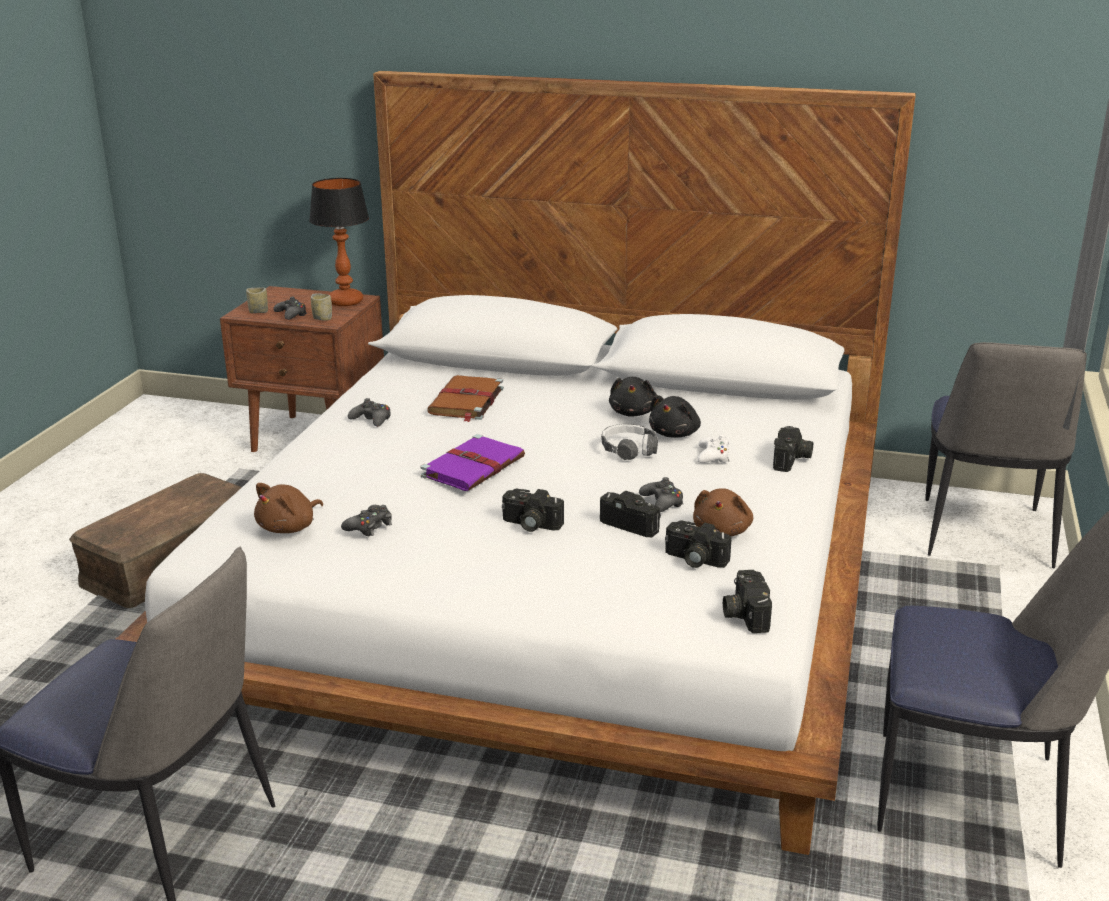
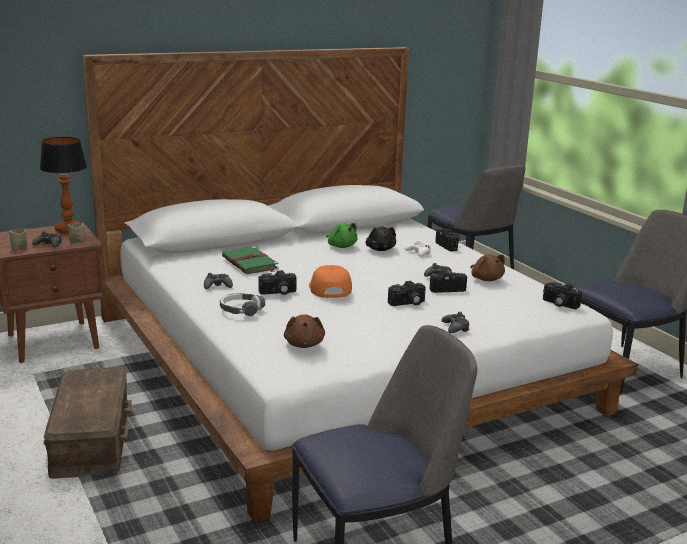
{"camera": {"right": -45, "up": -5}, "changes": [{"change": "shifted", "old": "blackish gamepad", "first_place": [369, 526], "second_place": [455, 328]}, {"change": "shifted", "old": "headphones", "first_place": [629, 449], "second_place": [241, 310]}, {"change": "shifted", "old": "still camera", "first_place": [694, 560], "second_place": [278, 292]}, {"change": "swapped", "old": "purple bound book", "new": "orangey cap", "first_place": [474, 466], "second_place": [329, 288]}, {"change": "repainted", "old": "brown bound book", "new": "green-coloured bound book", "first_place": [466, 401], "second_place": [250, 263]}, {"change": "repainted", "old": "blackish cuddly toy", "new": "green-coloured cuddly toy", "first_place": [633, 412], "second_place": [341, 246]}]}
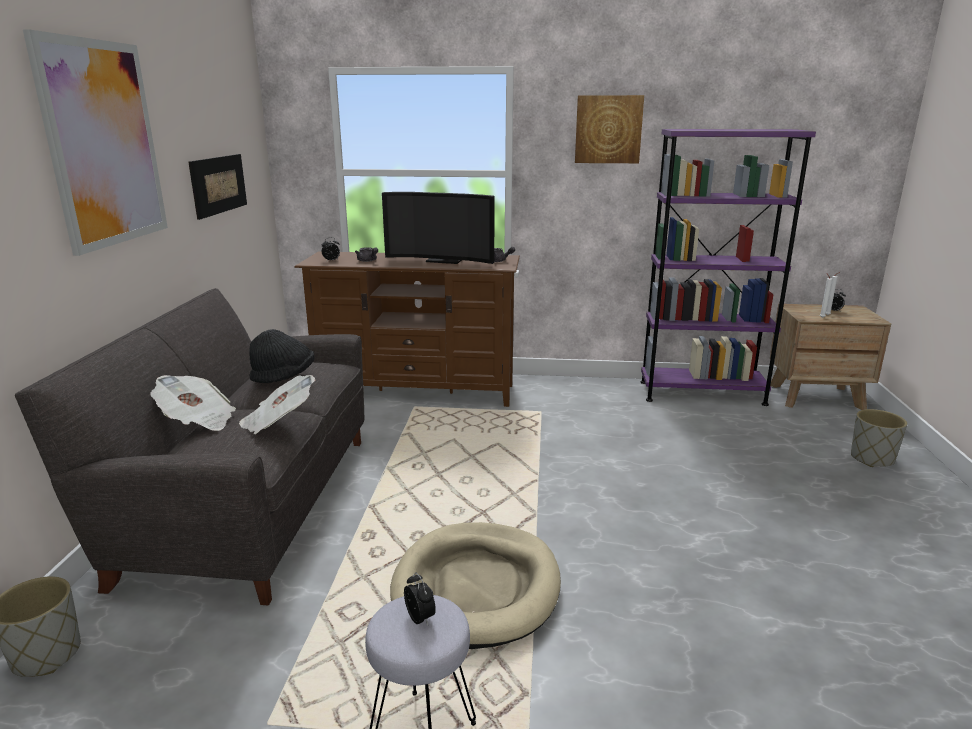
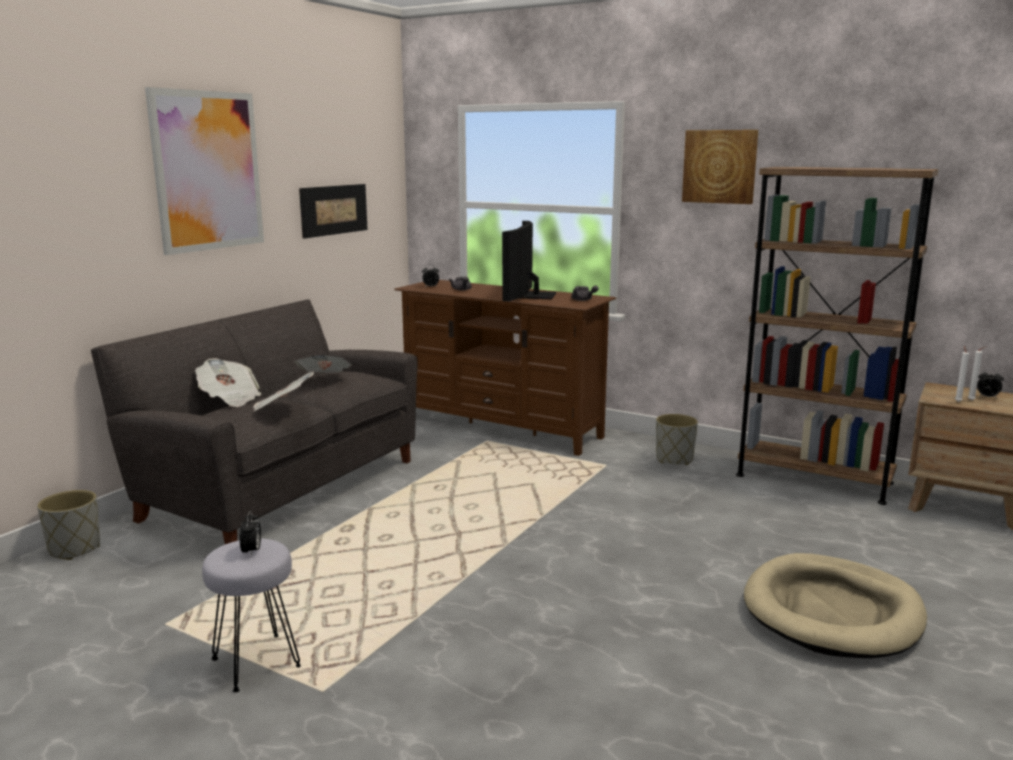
{"camera": {"right": 25, "up": -5}, "changes": [{"change": "shifted", "old": "beige pet bed", "first_place": [477, 587], "second_place": [832, 612]}, {"change": "shifted", "old": "greyish planter", "first_place": [872, 459], "second_place": [674, 459]}, {"change": "swapped", "old": "blackish hat", "new": "daily paper", "first_place": [284, 377], "second_place": [325, 380]}, {"change": "repainted", "old": "purple bookcase", "new": "brown bookcase", "first_place": [701, 393], "second_place": [813, 479]}, {"change": "rotated", "old": "television", "first_place": [443, 261], "second_place": [530, 295], "degrees": 60}]}
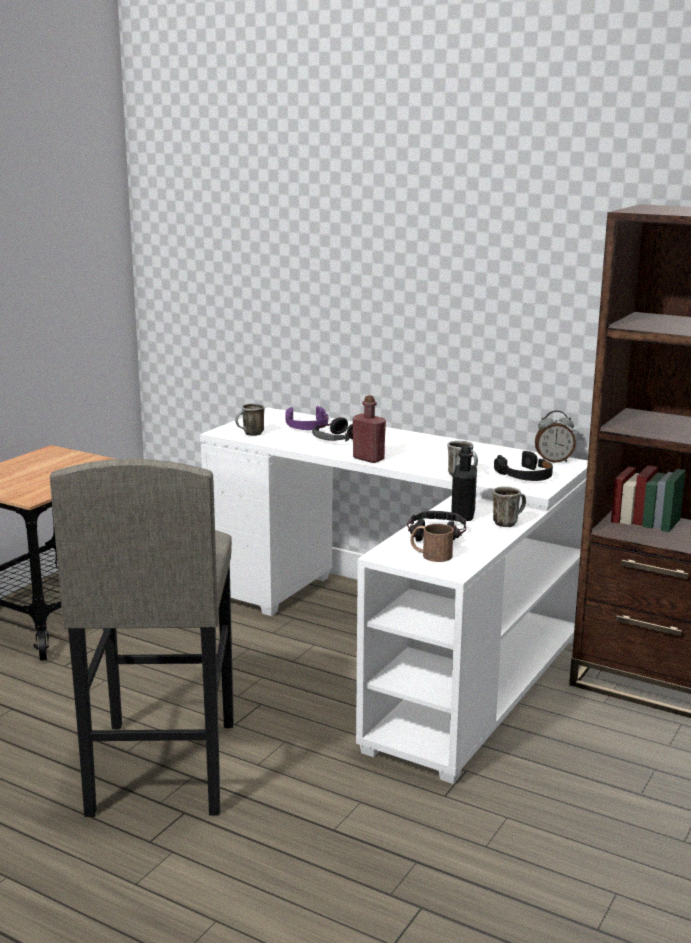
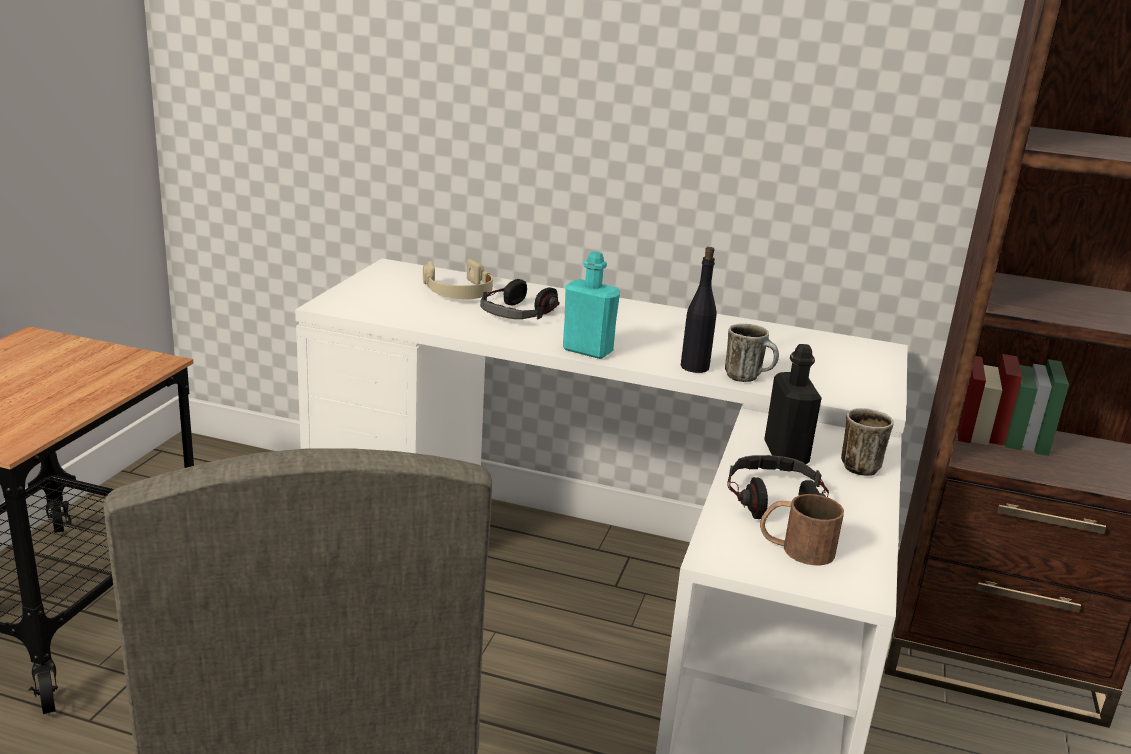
{"camera": {"right": -15, "up": 5}, "changes": [{"change": "gone", "old": "coffee mug", "first_place": [250, 434]}, {"change": "gone", "old": "blackish headphones", "first_place": [525, 475]}, {"change": "gone", "old": "bedside clock", "first_place": [553, 461]}, {"change": "new", "new": "blackish bottle", "second_place": [694, 367]}, {"change": "repainted", "old": "purple headphones", "new": "beige headphones", "first_place": [307, 426], "second_place": [459, 291]}, {"change": "repainted", "old": "red-coloured bottle", "new": "blue-green bottle", "first_place": [368, 458], "second_place": [587, 351]}]}
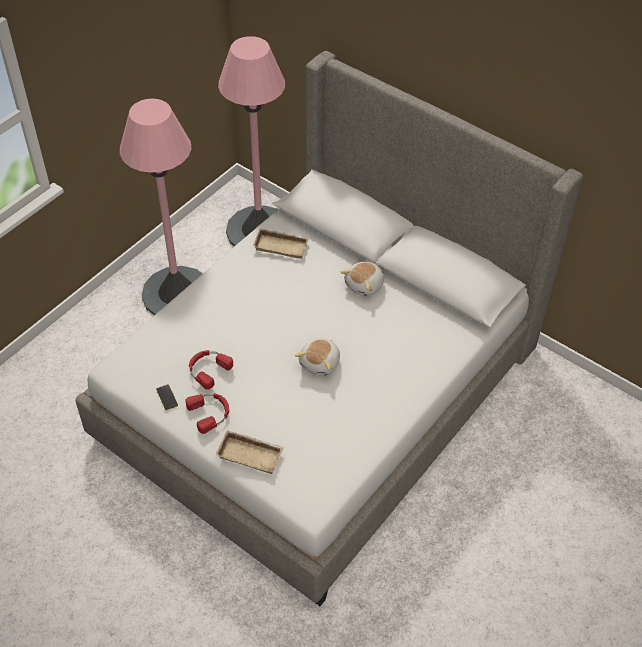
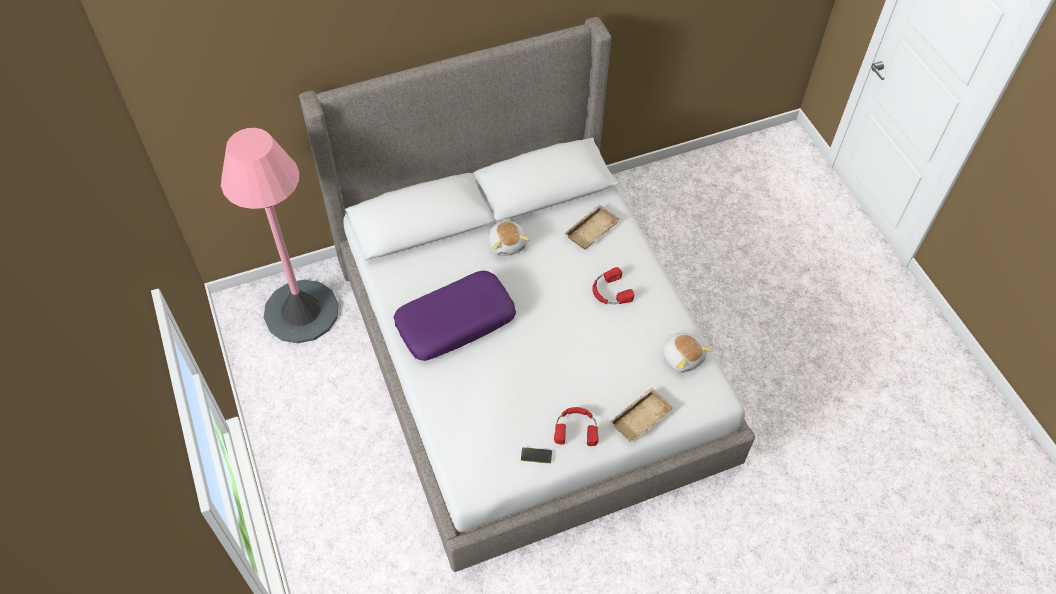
{"camera": {"right": -60, "up": 5}, "changes": [{"change": "gone", "old": "pinkish floor lamp", "first_place": [177, 293]}, {"change": "new", "new": "purple throw pillow", "second_place": [455, 321]}, {"change": "shifted", "old": "red-coloured headphones", "first_place": [208, 369], "second_place": [610, 292]}, {"change": "shifted", "old": "beige carrying tray", "first_place": [282, 245], "second_place": [591, 229]}, {"change": "shifted", "old": "cuddly toy", "first_place": [321, 363], "second_place": [682, 357]}]}
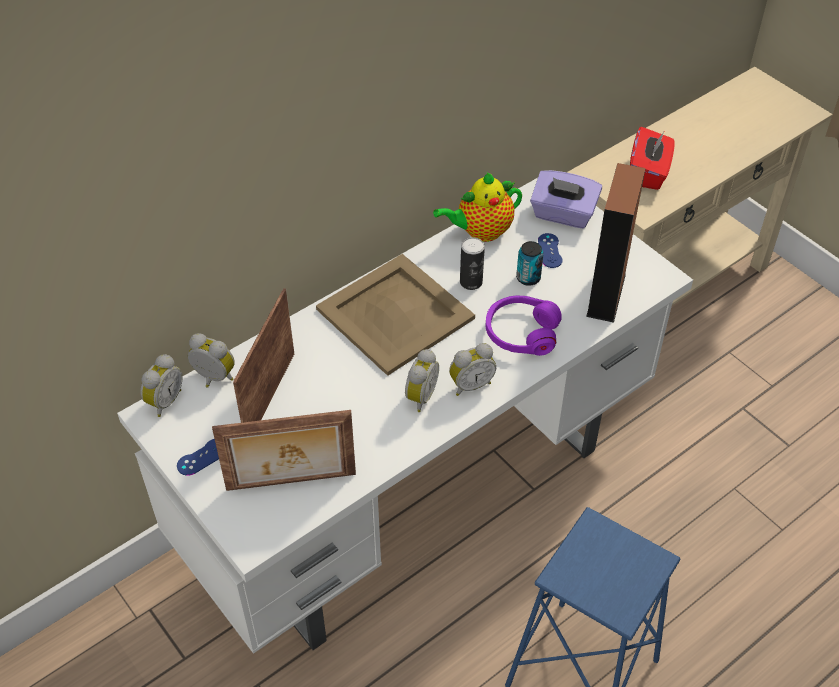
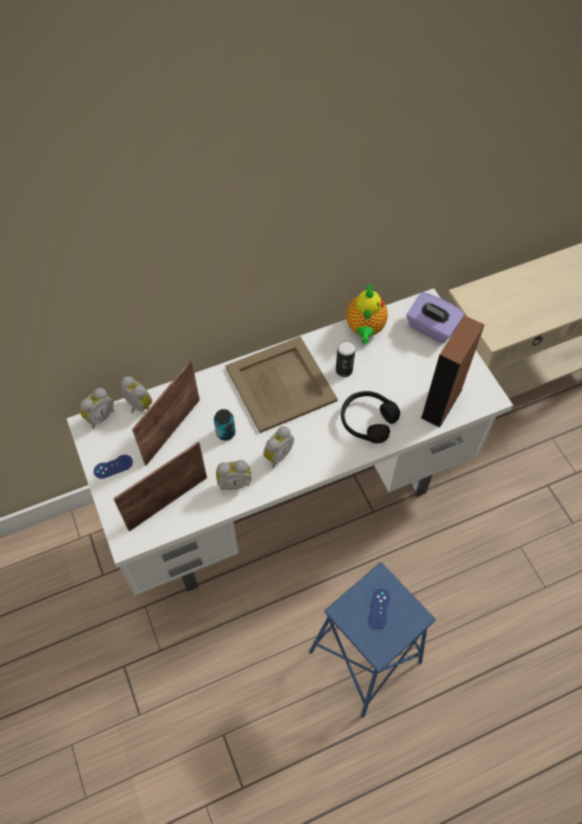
{"camera": {"right": 15, "up": 10}, "changes": [{"change": "gone", "old": "red-coloured tissue holder", "first_place": [648, 173]}, {"change": "shifted", "old": "bedside clock", "first_place": [470, 384], "second_place": [234, 482]}, {"change": "shifted", "old": "sealed can", "first_place": [528, 278], "second_place": [225, 432]}, {"change": "shifted", "old": "bluish gamepad", "first_place": [550, 251], "second_place": [379, 608]}, {"change": "repainted", "old": "purple headphones", "new": "blackish headphones", "first_place": [521, 333], "second_place": [367, 420]}, {"change": "rotated", "old": "photo frame", "first_place": [291, 483], "second_place": [167, 502], "degrees": 135}, {"change": "rotated", "old": "pot for tea", "first_place": [481, 232], "second_place": [364, 329], "degrees": -75}]}
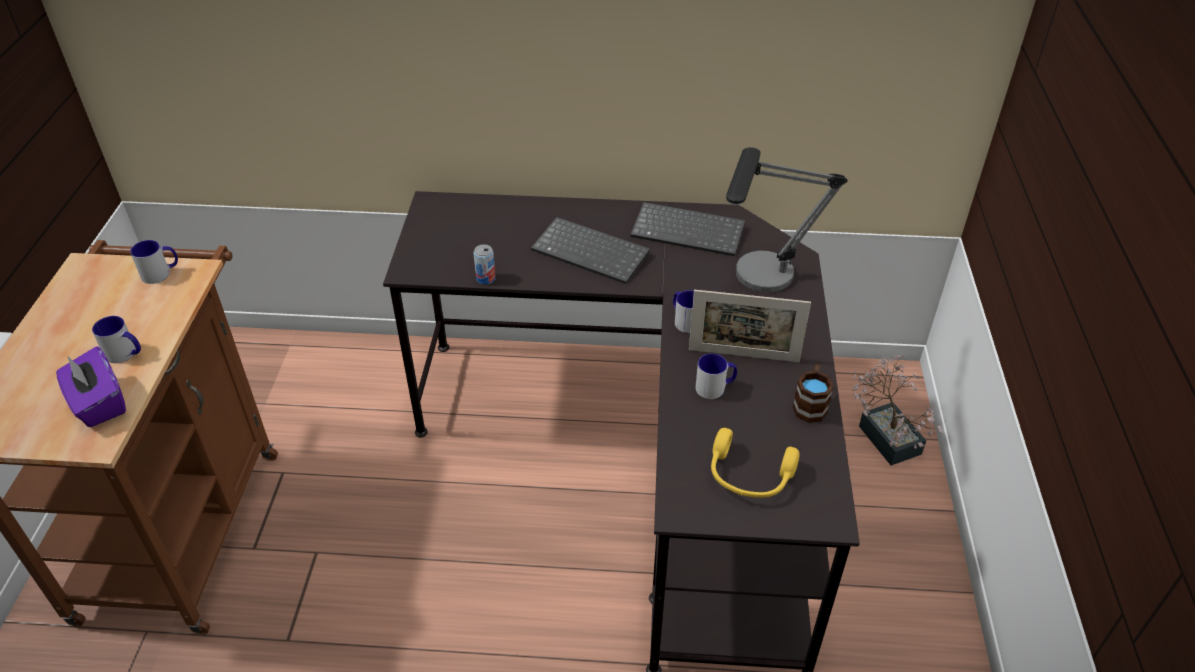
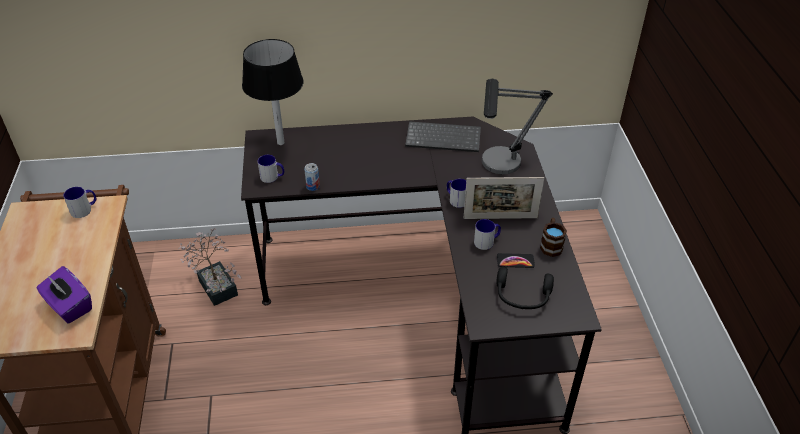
{"camera": {"right": -10, "up": 0}, "changes": [{"change": "gone", "old": "PC keyboard", "first_place": [592, 252]}, {"change": "new", "new": "blackish lamp for a table", "second_place": [281, 143]}, {"change": "new", "new": "phone", "second_place": [515, 261]}, {"change": "shifted", "old": "coffee mug", "first_place": [126, 354], "second_place": [272, 177]}, {"change": "shifted", "old": "potted plant", "first_place": [885, 434], "second_place": [216, 284]}, {"change": "repainted", "old": "yellowish headphones", "new": "blackish headphones", "first_place": [748, 477], "second_place": [522, 297]}]}
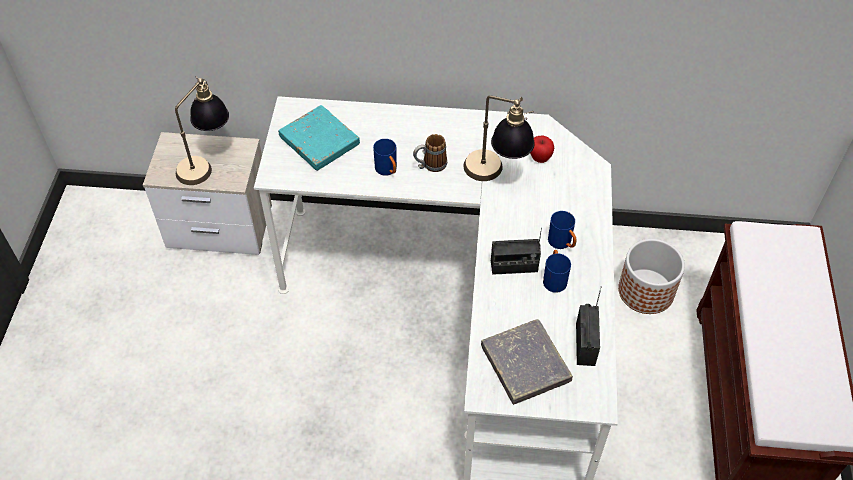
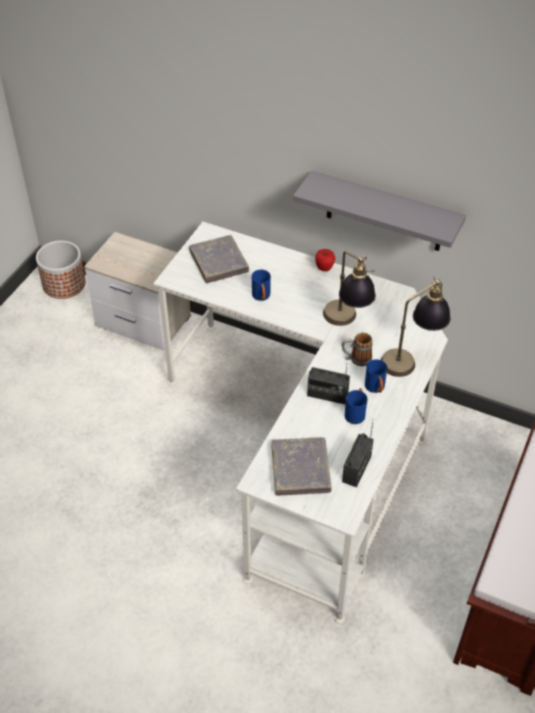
{"camera": {"right": 20, "up": -5}, "changes": [{"change": "new", "new": "greyish bracket shelf", "second_place": [384, 212]}, {"change": "shifted", "old": "lamp for a table", "first_place": [207, 163], "second_place": [411, 359]}, {"change": "shifted", "old": "coffee mug", "first_place": [430, 165], "second_place": [356, 359]}, {"change": "shifted", "old": "whole apple", "first_place": [540, 158], "second_place": [324, 268]}, {"change": "shifted", "old": "planter", "first_place": [645, 291], "second_place": [64, 284]}, {"change": "repainted", "old": "blue-green bound book", "new": "greyish bound book", "first_place": [319, 141], "second_place": [219, 262]}]}
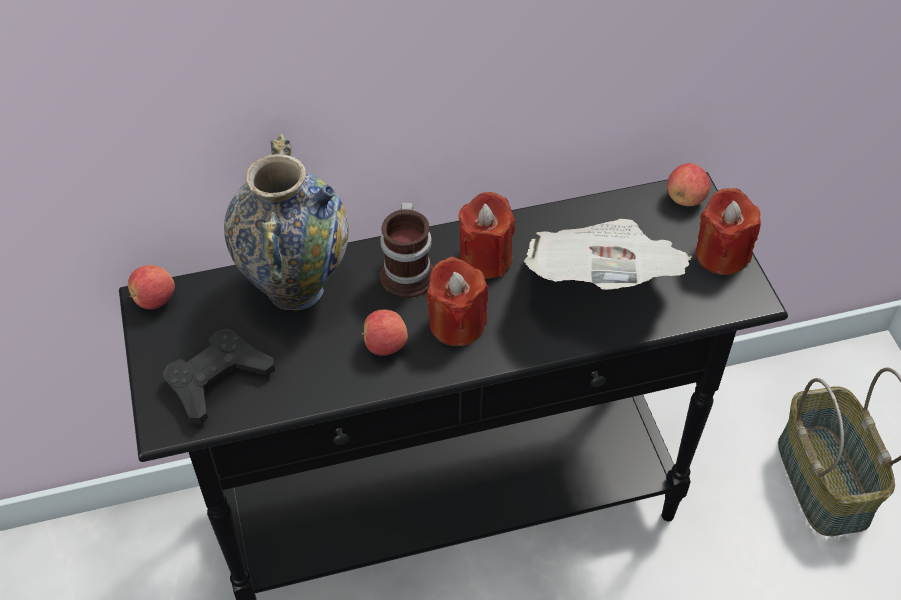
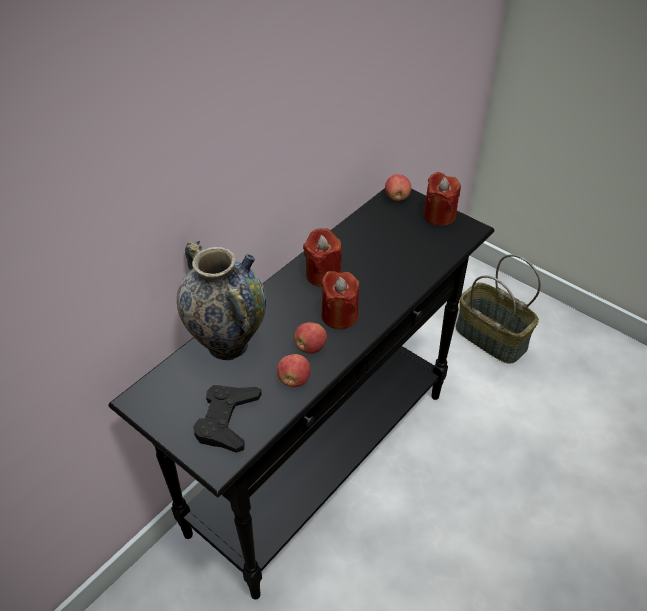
{"camera": {"right": -35, "up": -5}, "changes": [{"change": "gone", "old": "coffee mug", "first_place": [410, 271]}, {"change": "gone", "old": "daily paper", "first_place": [602, 281]}, {"change": "shifted", "old": "whole apple", "first_place": [154, 300], "second_place": [294, 380]}]}
